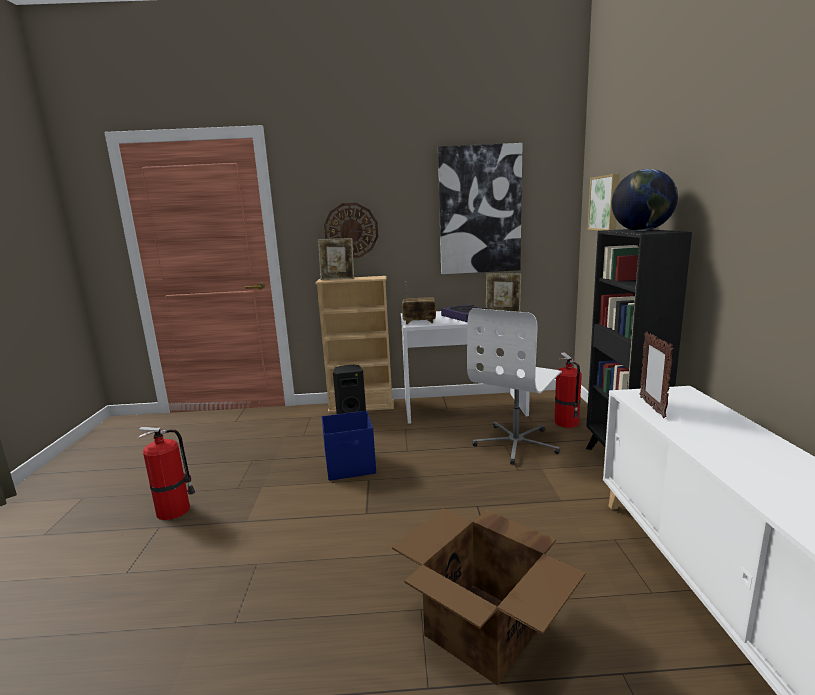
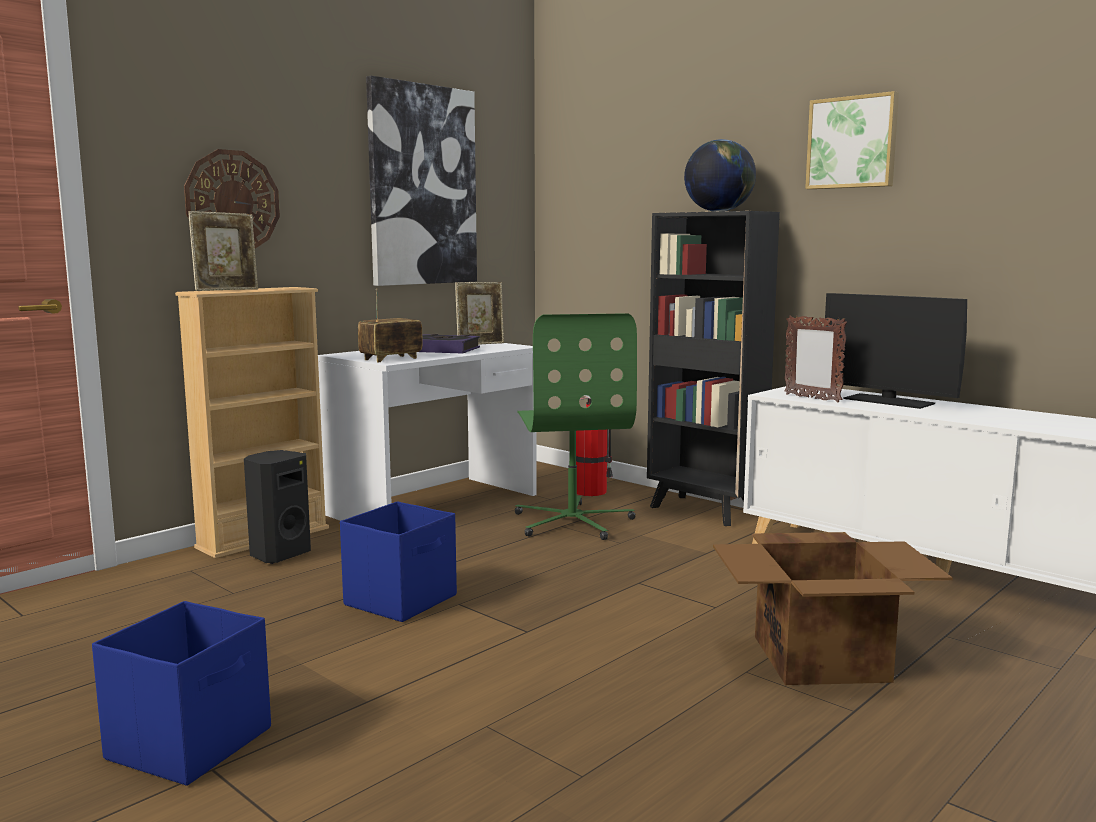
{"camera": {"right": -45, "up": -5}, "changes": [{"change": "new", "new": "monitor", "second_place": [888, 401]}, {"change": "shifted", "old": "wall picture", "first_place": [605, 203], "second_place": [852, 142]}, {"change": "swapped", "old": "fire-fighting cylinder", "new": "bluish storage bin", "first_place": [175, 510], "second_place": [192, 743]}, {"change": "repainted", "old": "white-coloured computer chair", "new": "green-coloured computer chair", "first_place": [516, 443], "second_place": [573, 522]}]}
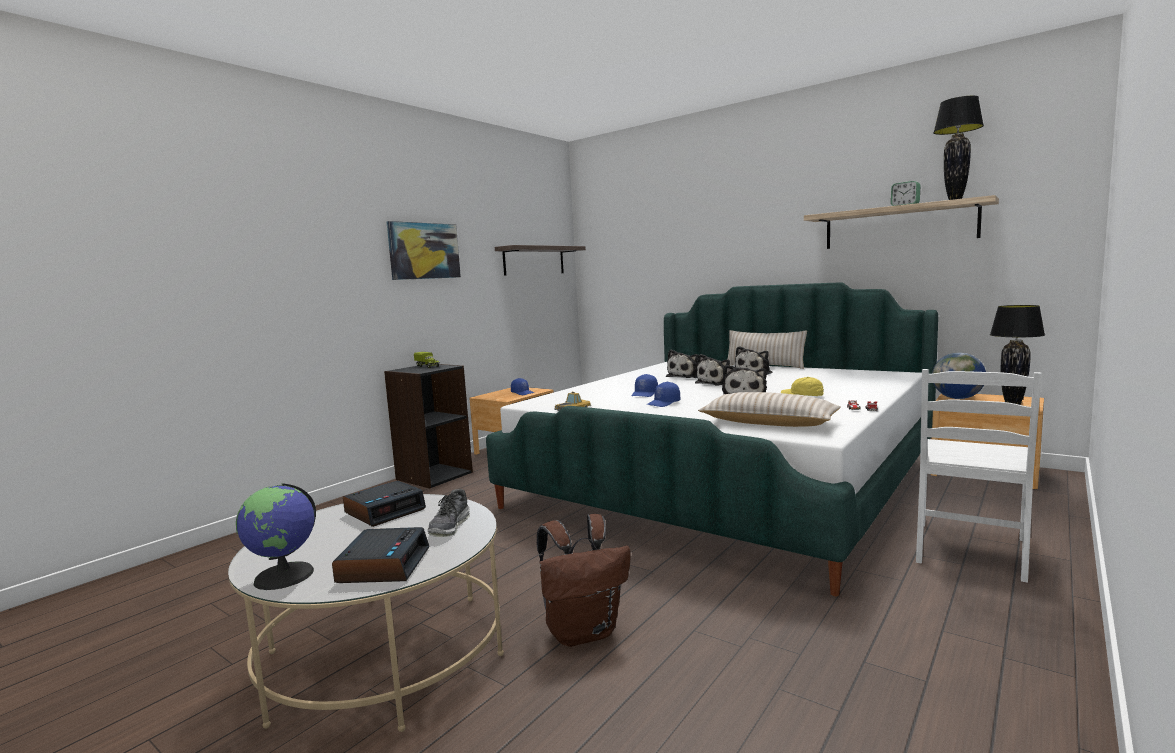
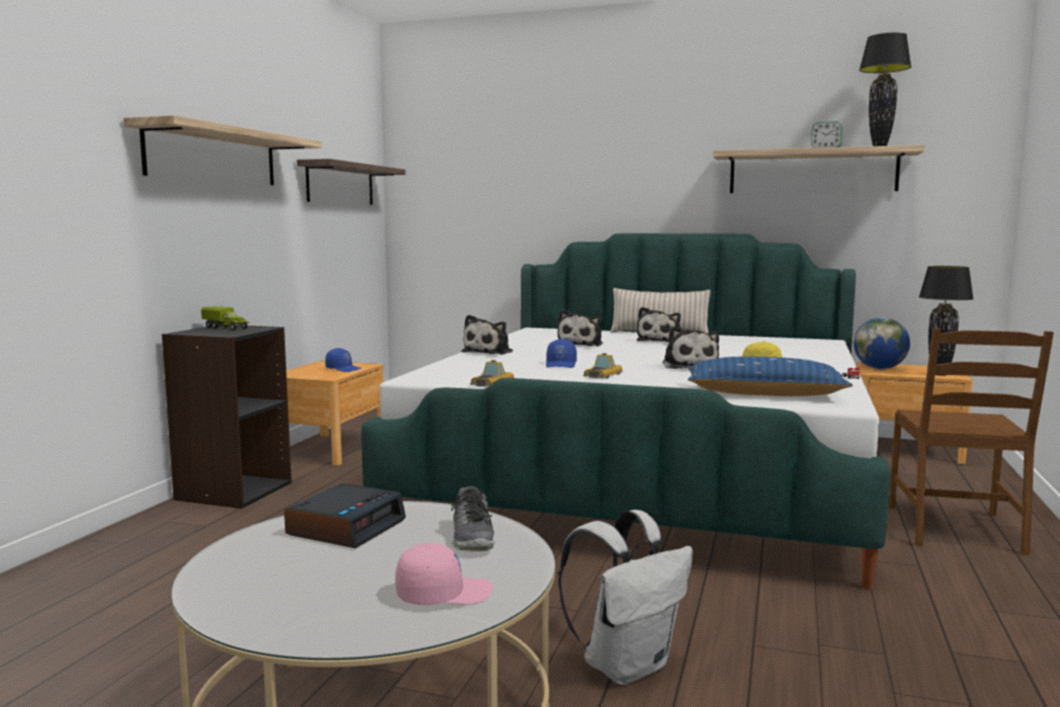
{"camera": {"right": -20, "up": 0}, "changes": [{"change": "gone", "old": "desk globe", "first_place": [285, 576]}, {"change": "shifted", "old": "cuddly toy", "first_place": [718, 383], "second_place": [489, 352]}, {"change": "swapped", "old": "bedside clock", "new": "pinkish cap", "first_place": [383, 565], "second_place": [443, 594]}, {"change": "swapped", "old": "wall picture", "new": "bracket shelf", "first_place": [424, 251], "second_place": [213, 156]}, {"change": "swapped", "old": "bluish cap", "new": "toy car", "first_place": [664, 403], "second_place": [603, 375]}, {"change": "repainted", "old": "brown rucksack", "new": "white-coloured rucksack", "first_place": [583, 632], "second_place": [626, 665]}, {"change": "repainted", "old": "beige throw pillow", "new": "bluish throw pillow", "first_place": [768, 423], "second_place": [764, 394]}, {"change": "repainted", "old": "white-coloured plain chair", "new": "brown plain chair", "first_place": [970, 551], "second_place": [956, 529]}]}
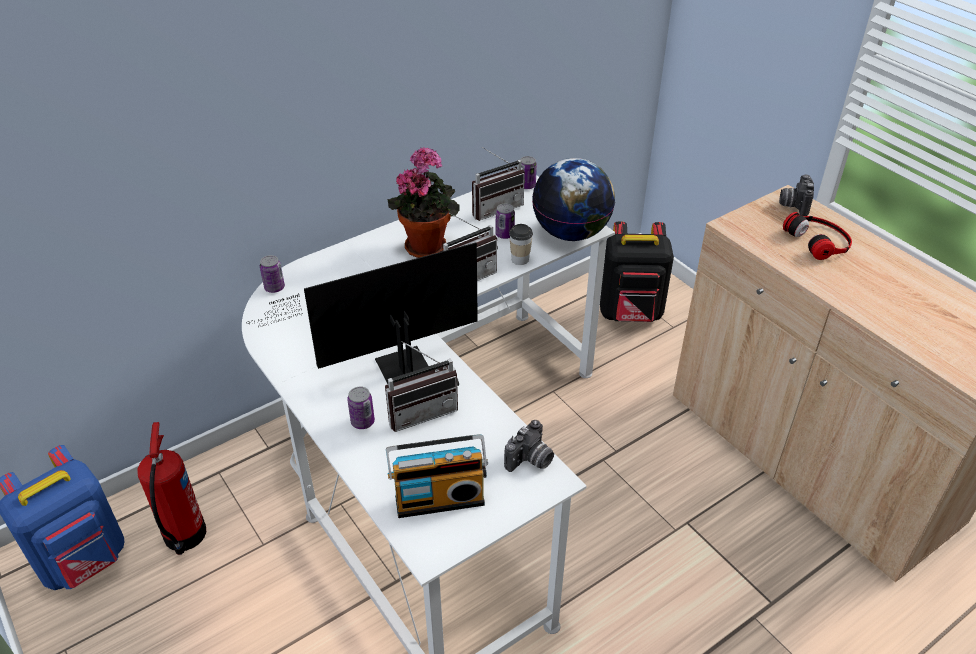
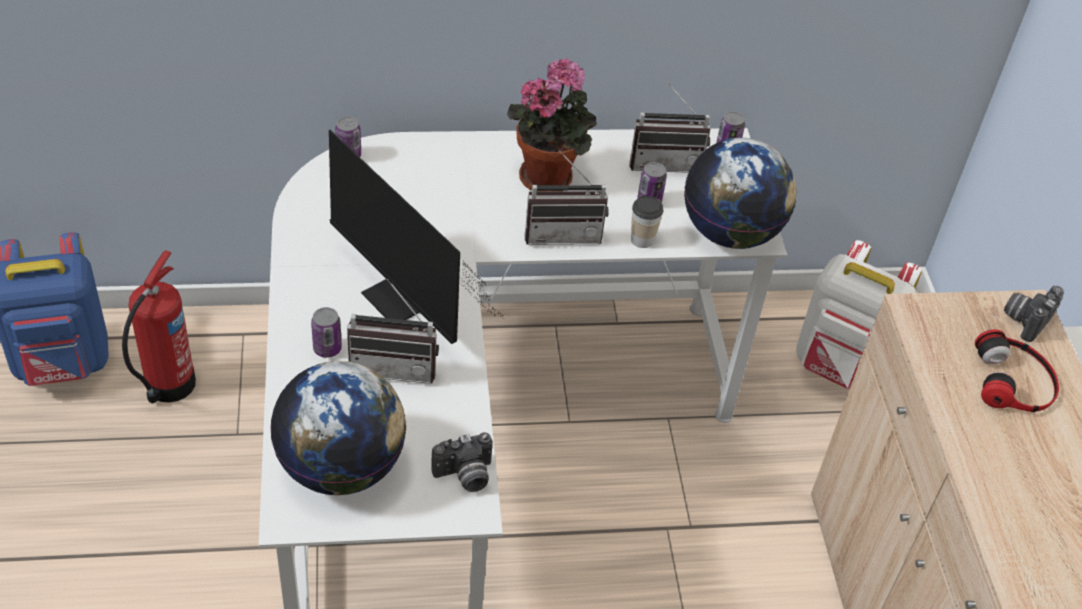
{"camera": {"right": 25, "up": 5}, "changes": [{"change": "swapped", "old": "radio", "new": "desk globe", "first_place": [439, 498], "second_place": [341, 467]}, {"change": "repainted", "old": "blackish rucksack", "new": "white-coloured rucksack", "first_place": [630, 314], "second_place": [839, 368]}, {"change": "rotated", "old": "monitor", "first_place": [394, 368], "second_place": [403, 305], "degrees": -135}]}
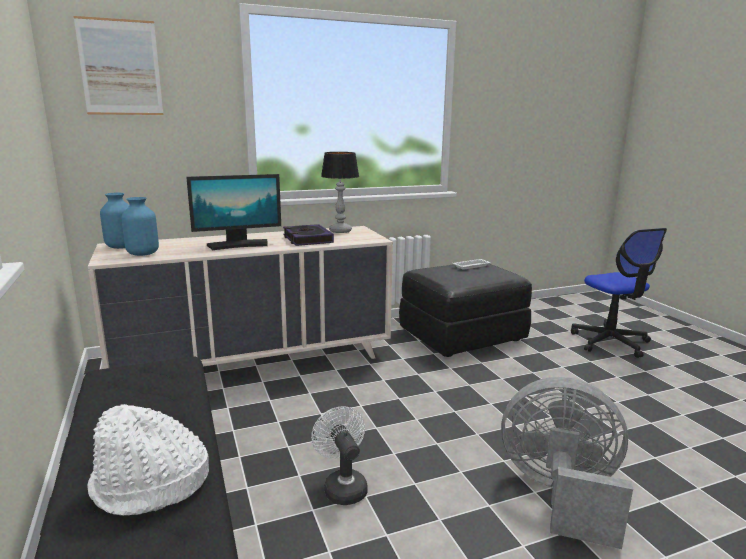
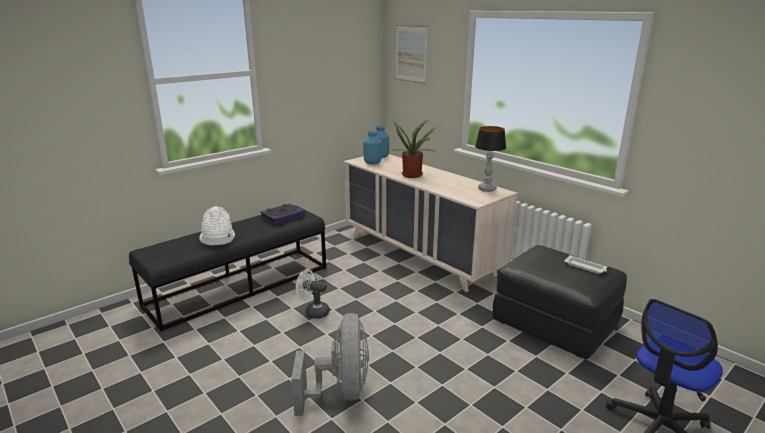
{"camera": {"right": 70, "up": 5}, "changes": [{"change": "shifted", "old": "bound book", "first_place": [307, 239], "second_place": [282, 217]}, {"change": "swapped", "old": "monitor", "new": "potted plant", "first_place": [238, 245], "second_place": [413, 174]}, {"change": "rotated", "old": "white-coloured electric fan", "first_place": [342, 486], "second_place": [313, 312], "degrees": -120}]}
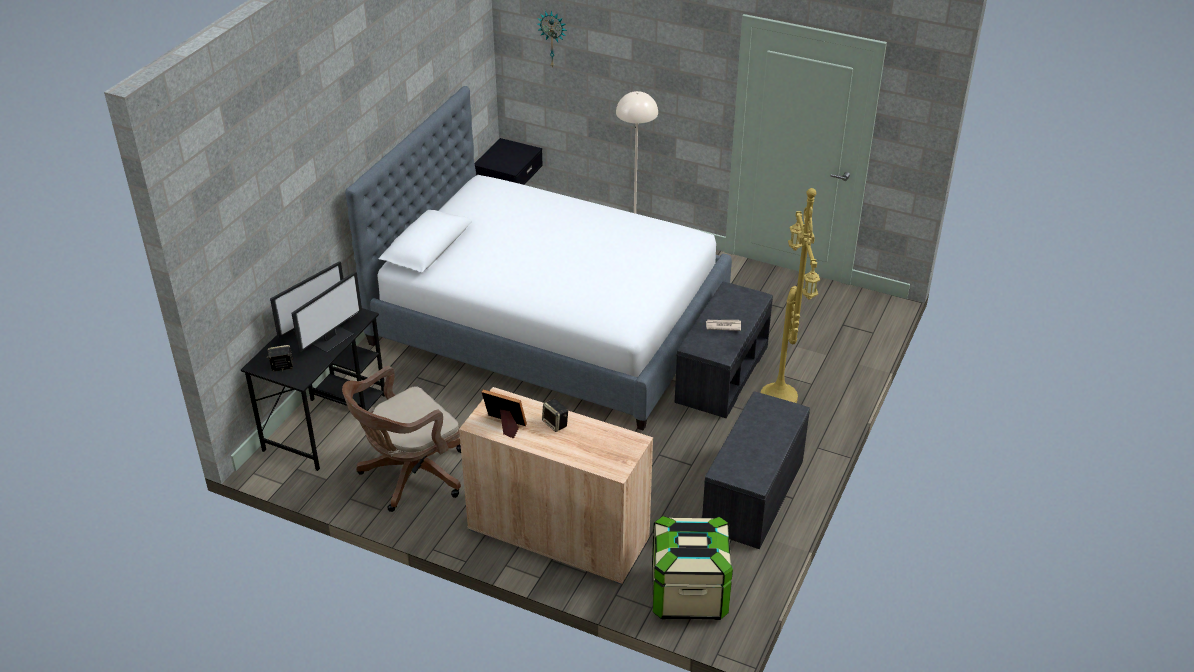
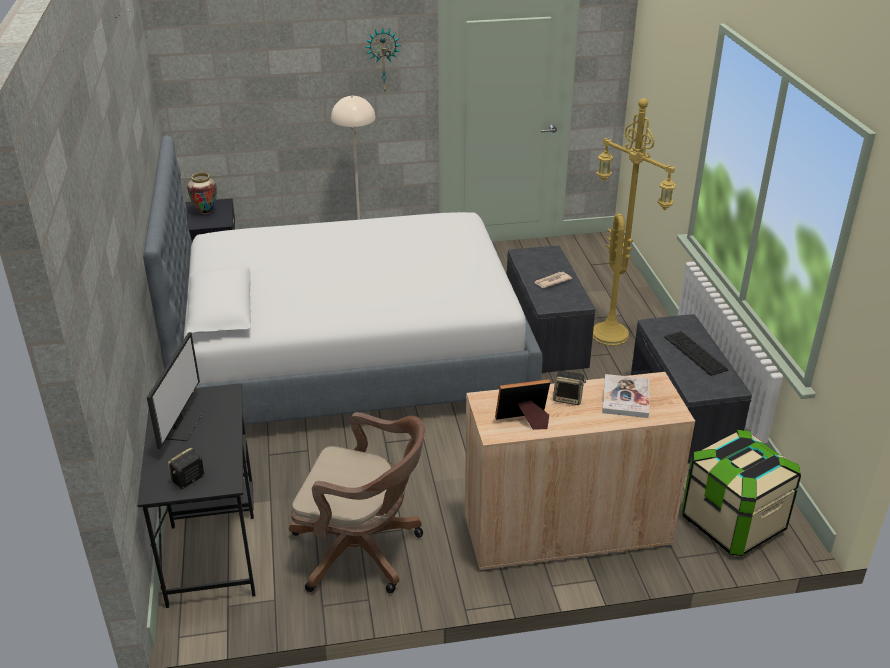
{"camera": {"right": -35, "up": -5}, "changes": [{"change": "gone", "old": "monitor", "first_place": [332, 338]}, {"change": "new", "new": "vase", "second_place": [205, 212]}, {"change": "new", "new": "bound book", "second_place": [625, 397]}, {"change": "new", "new": "PC keyboard", "second_place": [695, 353]}, {"change": "shifted", "old": "hanging clock", "first_place": [553, 38], "second_place": [383, 59]}, {"change": "rotated", "old": "brown computer chair", "first_place": [409, 476], "second_place": [363, 551], "degrees": -90}]}
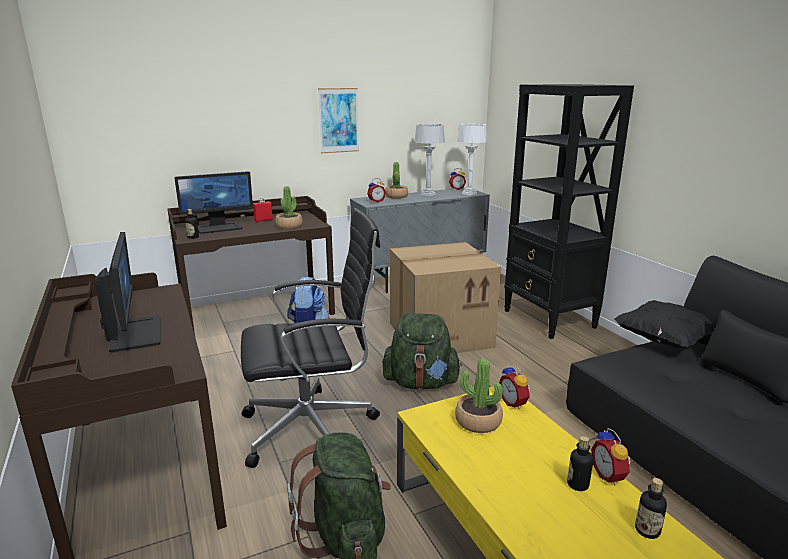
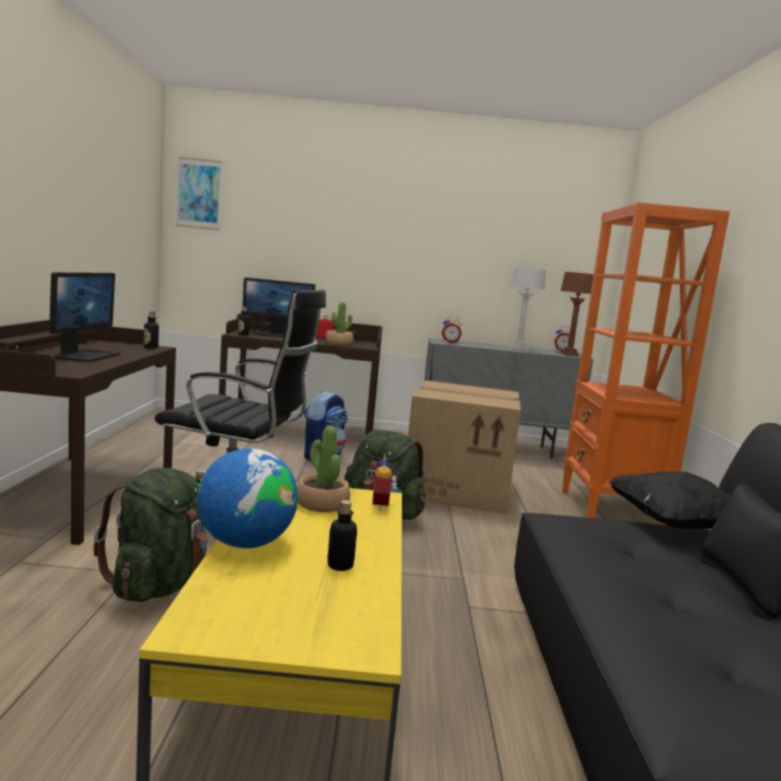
{"camera": {"right": 25, "up": -10}, "changes": [{"change": "gone", "old": "potted plant", "first_place": [396, 196]}, {"change": "gone", "old": "bedside clock", "first_place": [609, 476]}, {"change": "new", "new": "desk globe", "second_place": [245, 543]}, {"change": "shifted", "old": "wall picture", "first_place": [338, 120], "second_place": [199, 194]}, {"change": "shifted", "old": "bottle", "first_place": [647, 530], "second_place": [150, 347]}, {"change": "repainted", "old": "white-coloured lamp for a table", "new": "brown lamp for a table", "first_place": [469, 193], "second_place": [569, 355]}, {"change": "repainted", "old": "blackish bookcase", "new": "orangey bookcase", "first_place": [549, 319], "second_place": [610, 511]}]}
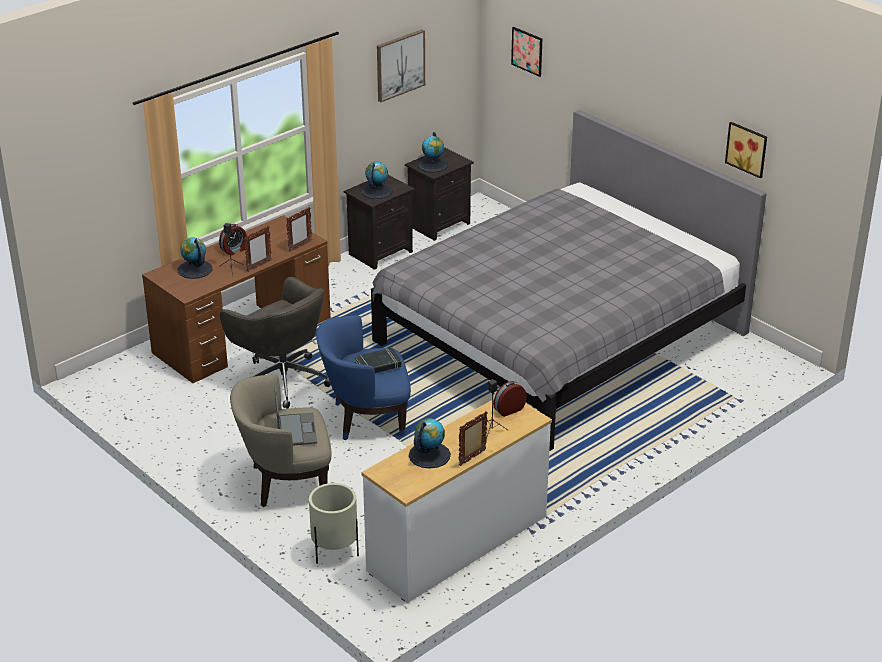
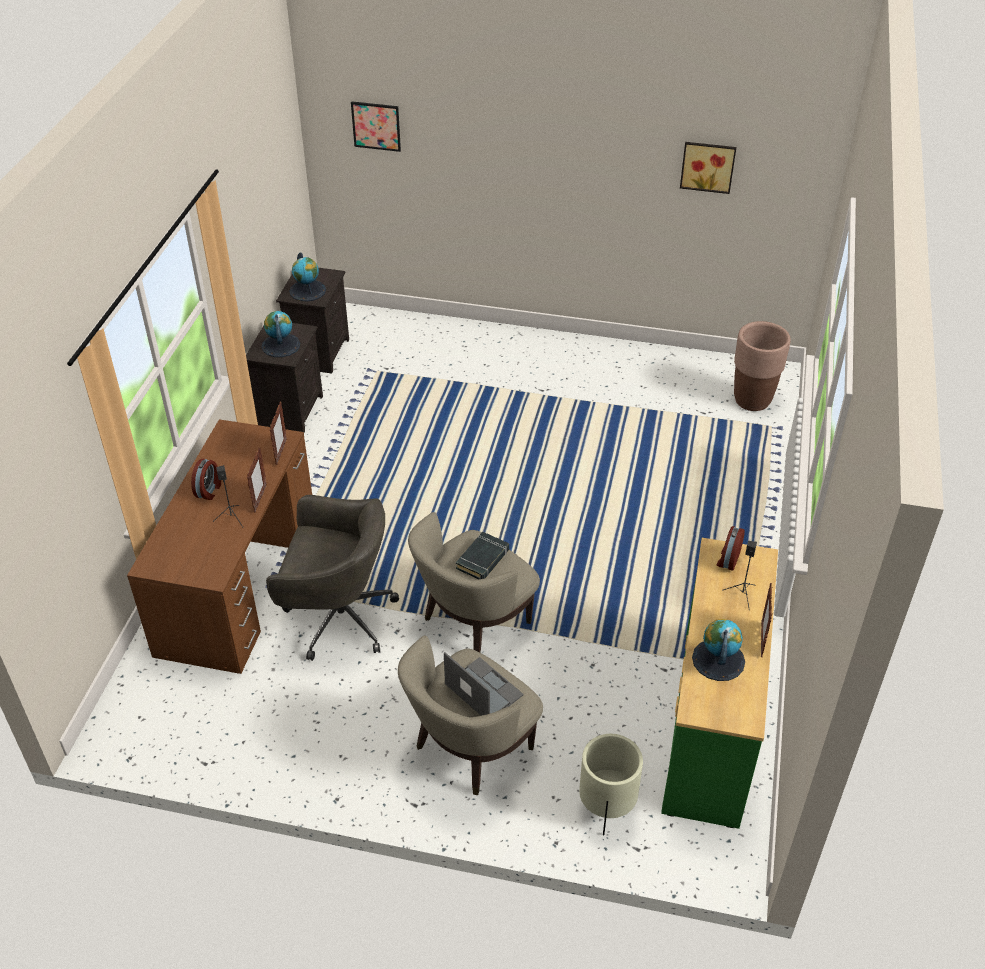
{"camera": {"right": -35, "up": 10}, "changes": [{"change": "gone", "old": "desk globe", "first_place": [195, 269]}, {"change": "gone", "old": "greyish bedroom bed", "first_place": [558, 337]}, {"change": "gone", "old": "wall picture", "first_place": [400, 65]}, {"change": "new", "new": "brown planter", "second_place": [752, 400]}, {"change": "repainted", "old": "bluish lounge chair", "new": "beige lounge chair", "first_place": [365, 419], "second_place": [473, 621]}, {"change": "repainted", "old": "white-coloured chest of drawers", "new": "green-coloured chest of drawers", "first_place": [458, 544], "second_place": [711, 725]}]}
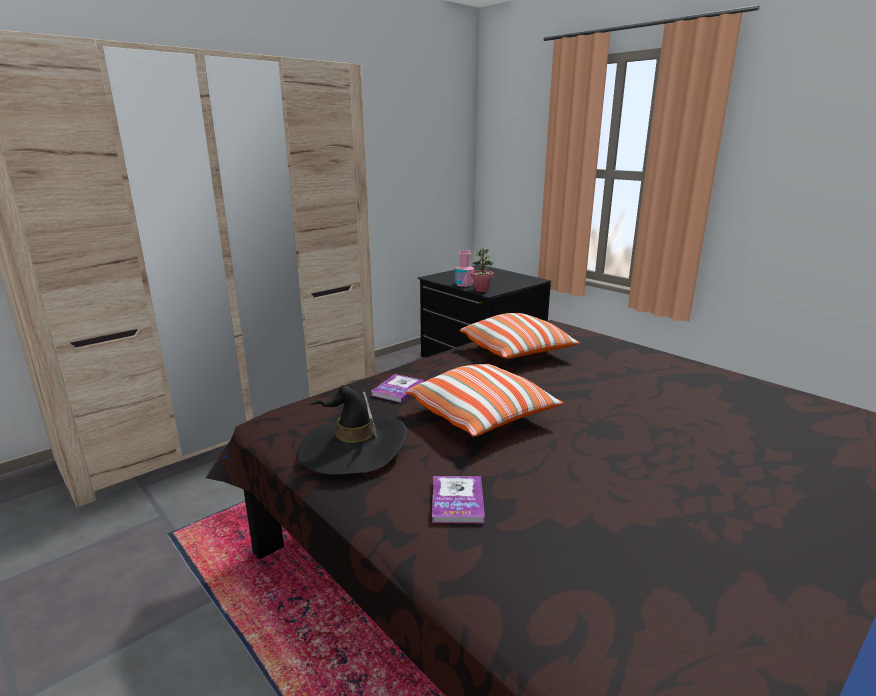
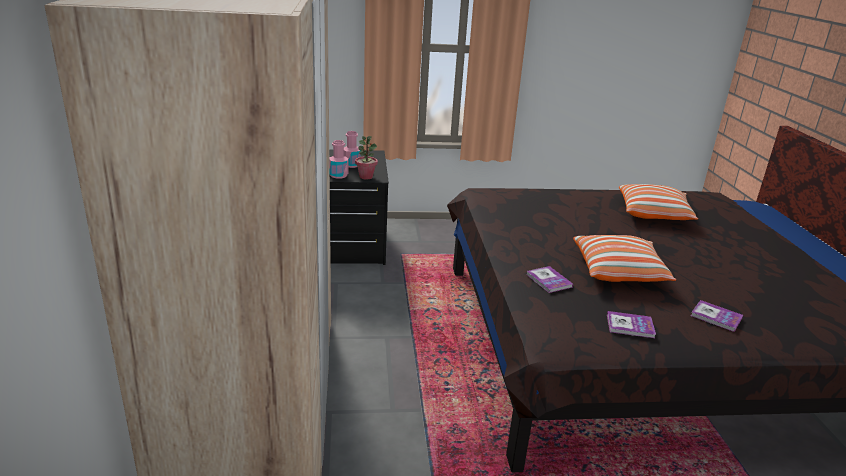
{"camera": {"right": -55, "up": 5}, "changes": [{"change": "new", "new": "pinkish bottle", "second_place": [351, 165]}, {"change": "shifted", "old": "throw pillow", "first_place": [517, 352], "second_place": [654, 214]}, {"change": "swapped", "old": "blackish hat", "new": "bound book", "first_place": [353, 449], "second_place": [630, 326]}]}
